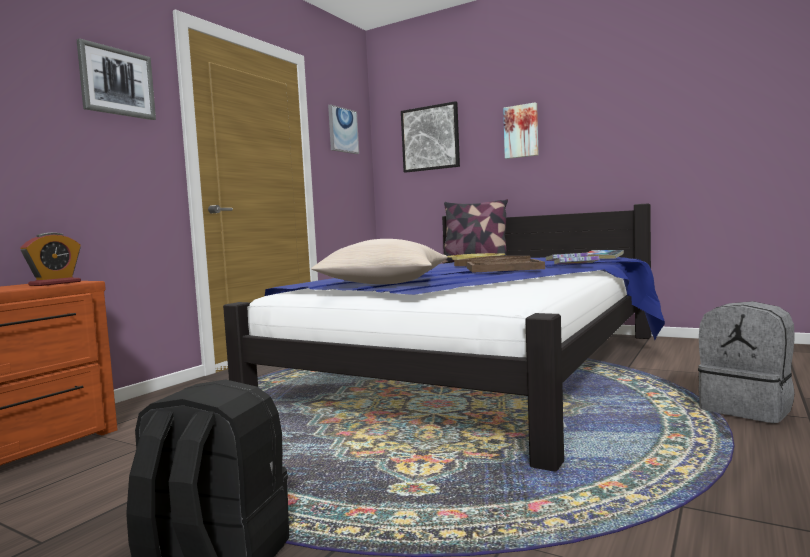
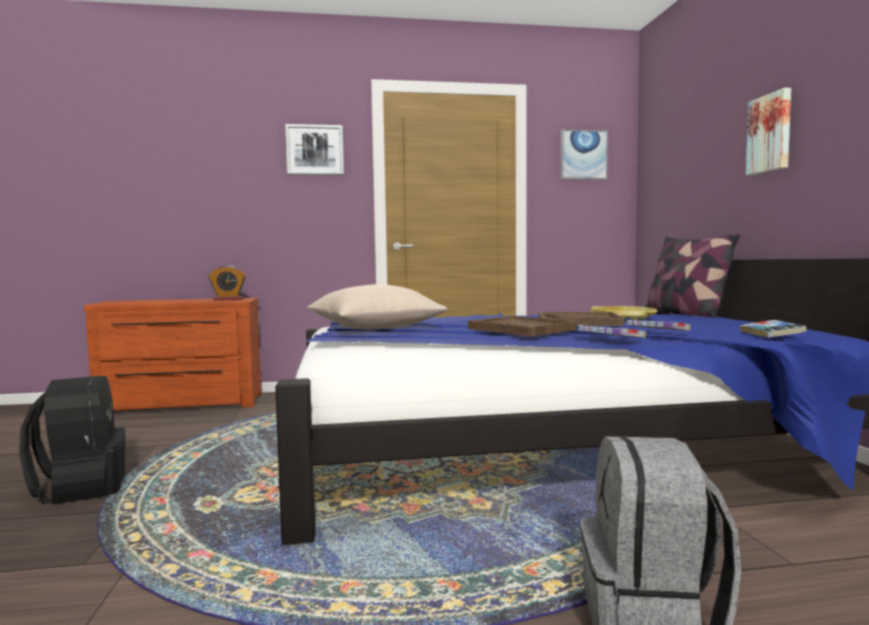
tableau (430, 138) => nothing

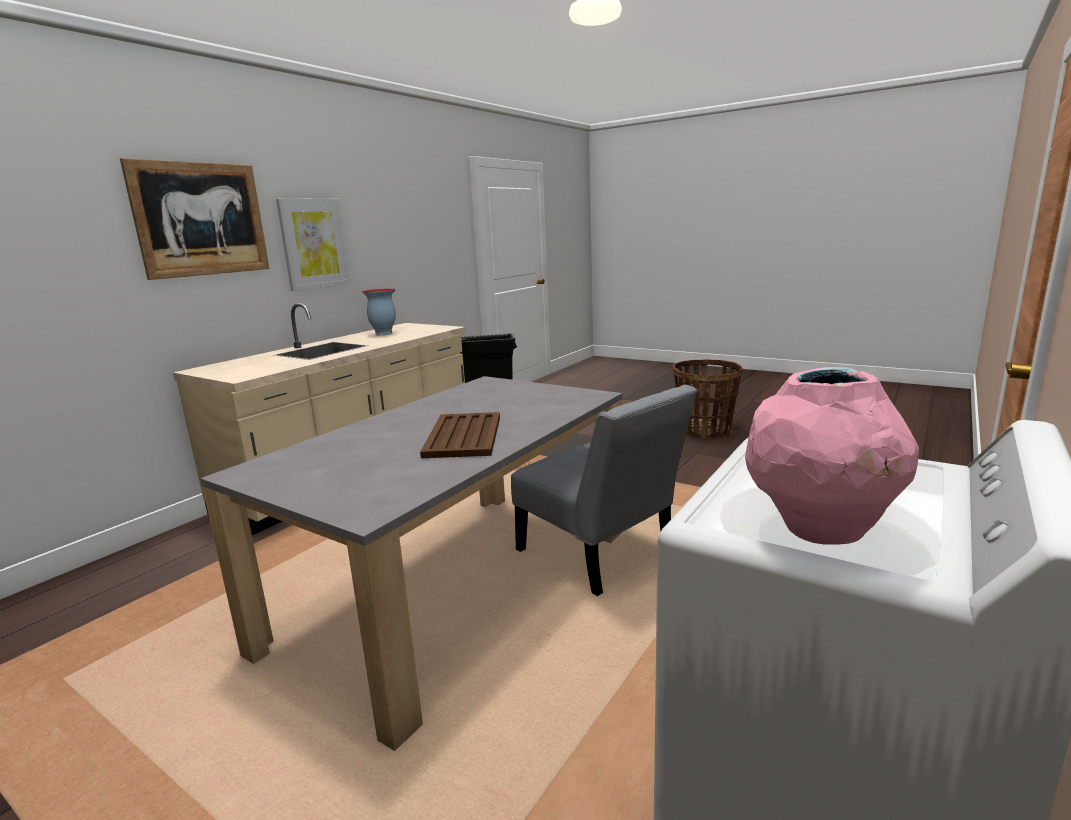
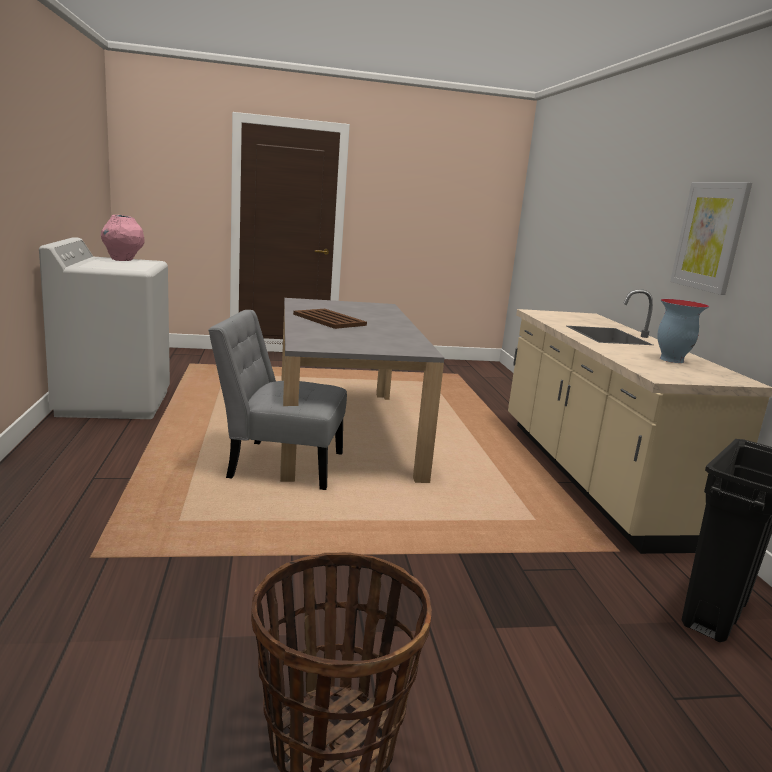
tableau (201, 219) => nothing

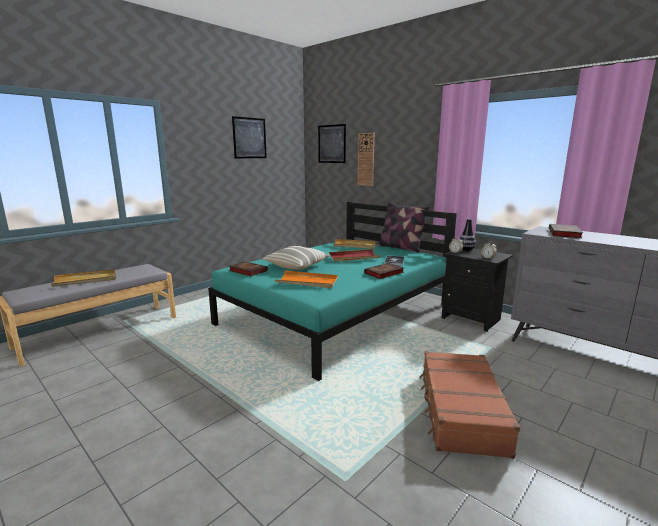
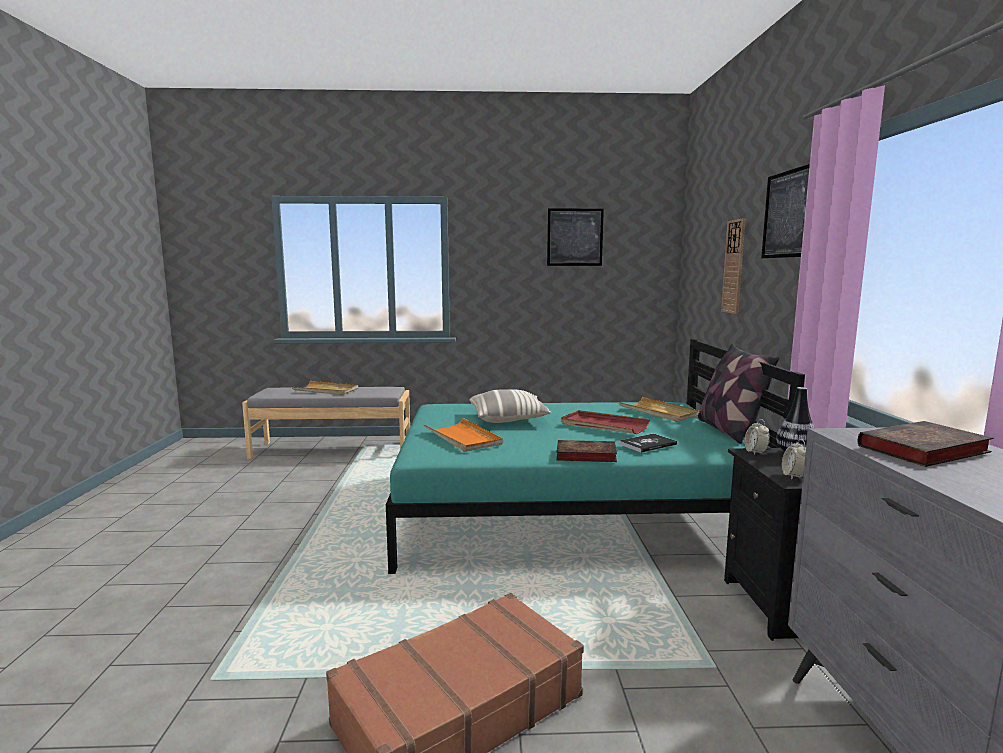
tableau (332, 144) => tableau (787, 214), relocated
livre (247, 271) => nothing

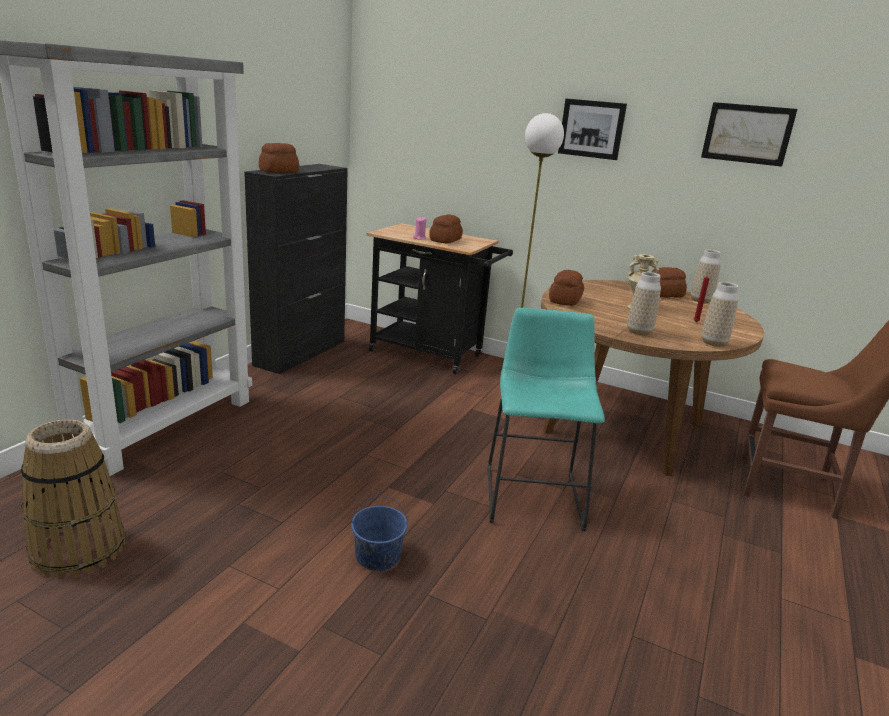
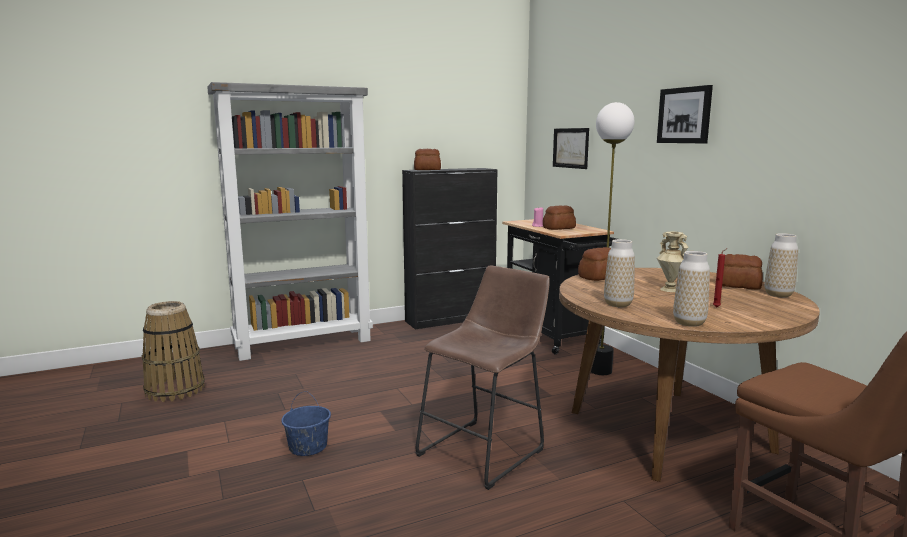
tableau (747, 134) => tableau (570, 148), relocated
tabouret [turquoise] (533, 494) => tabouret [marron] (486, 450)

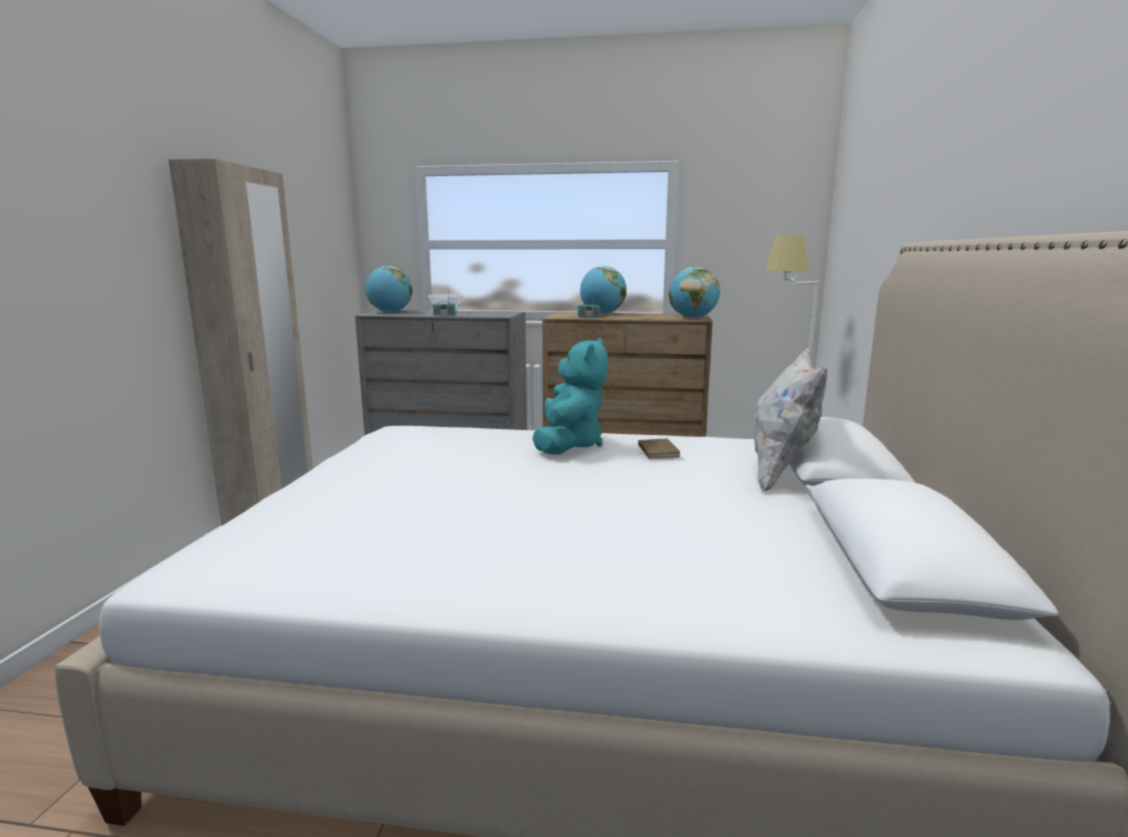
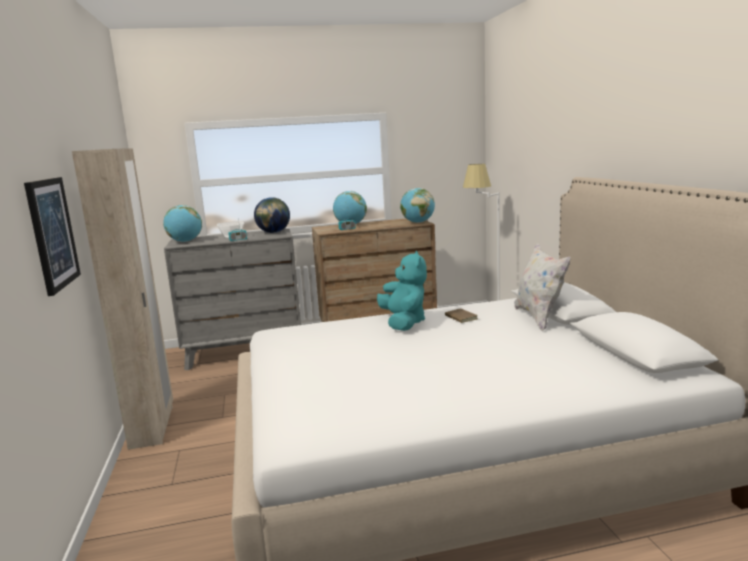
nothing => tableau (52, 233)
nothing => globe (273, 232)

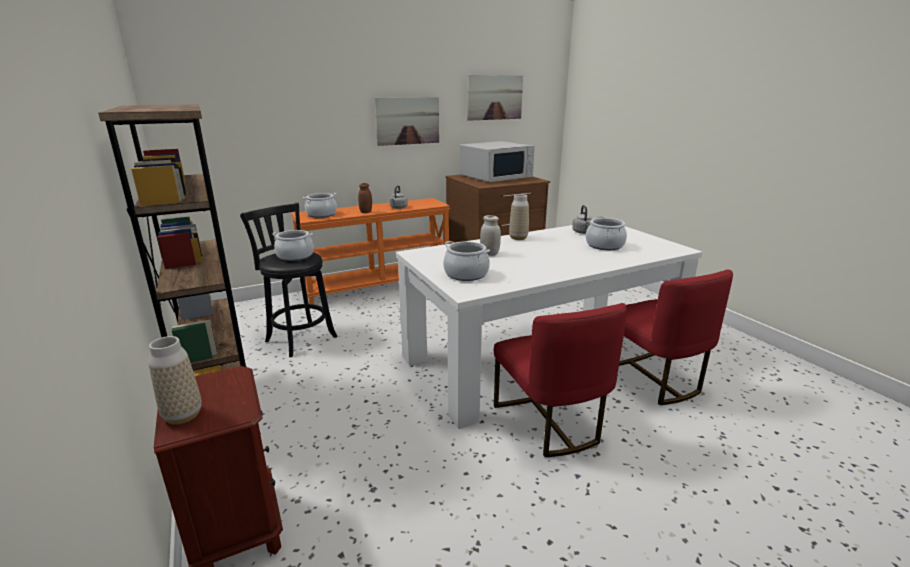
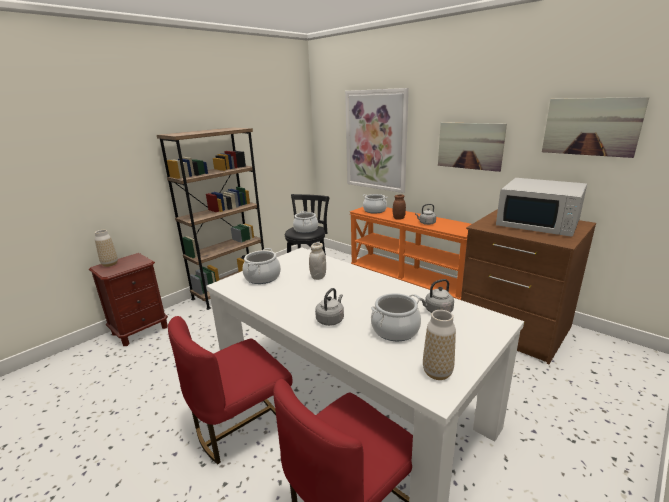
vase (518, 238) => vase (437, 373), relocated
nothing => tableau (376, 140)
nothing => bouilloire [gris] (331, 319)

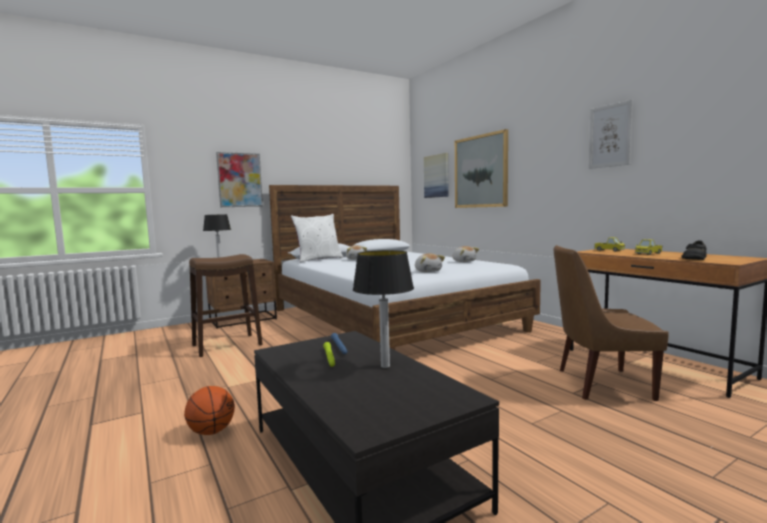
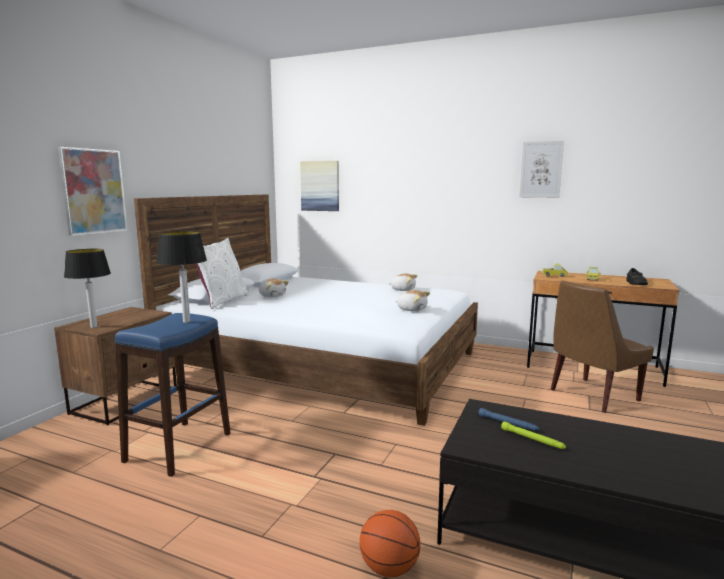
tableau (480, 171) => nothing
lampe de table (386, 366) => lampe de table (187, 321), relocated
tabouret [marron] (227, 345) => tabouret [bleu] (179, 447)

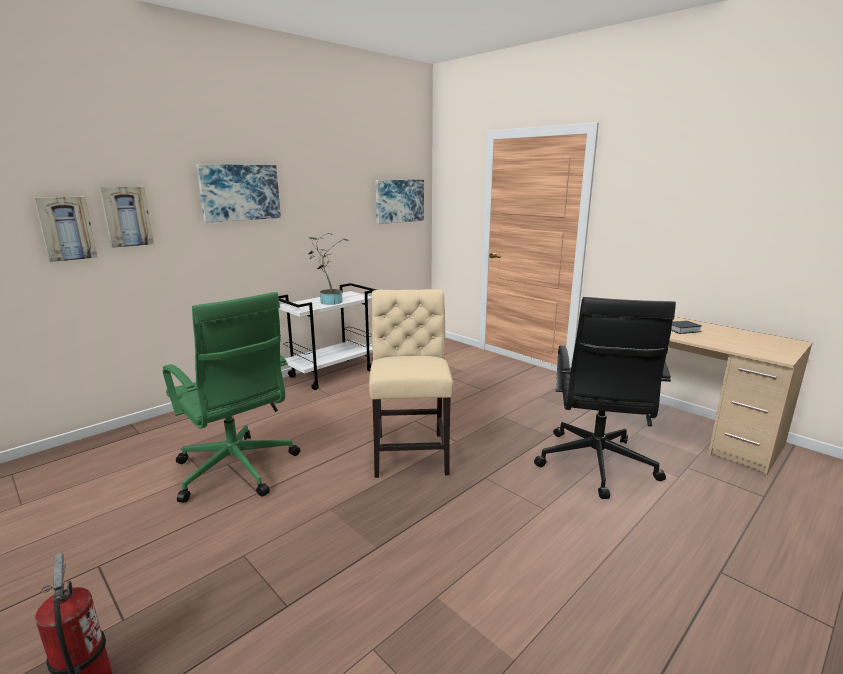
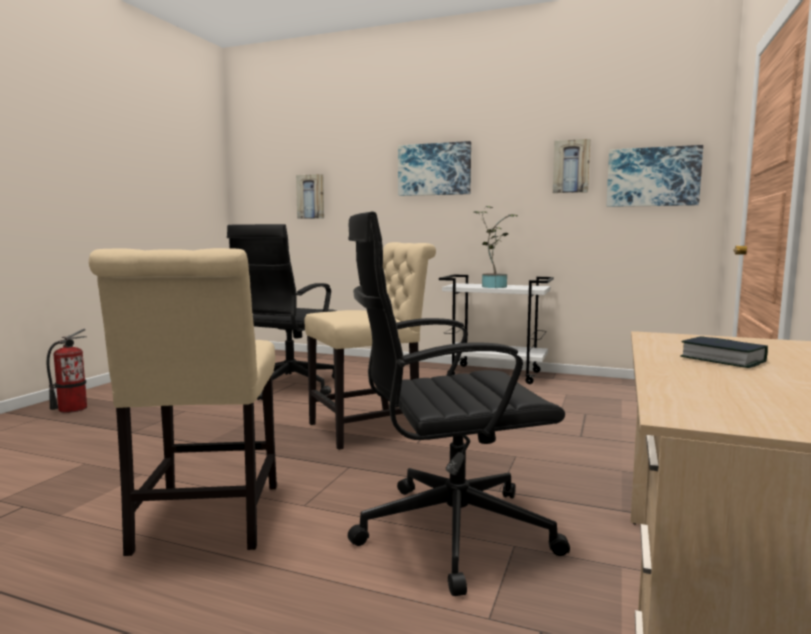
tableau (126, 216) => tableau (571, 166), relocated
chaise de bureau [vert] (237, 470) => chaise de bureau [noir] (287, 387)
nothing => chaise [beige] (205, 523)

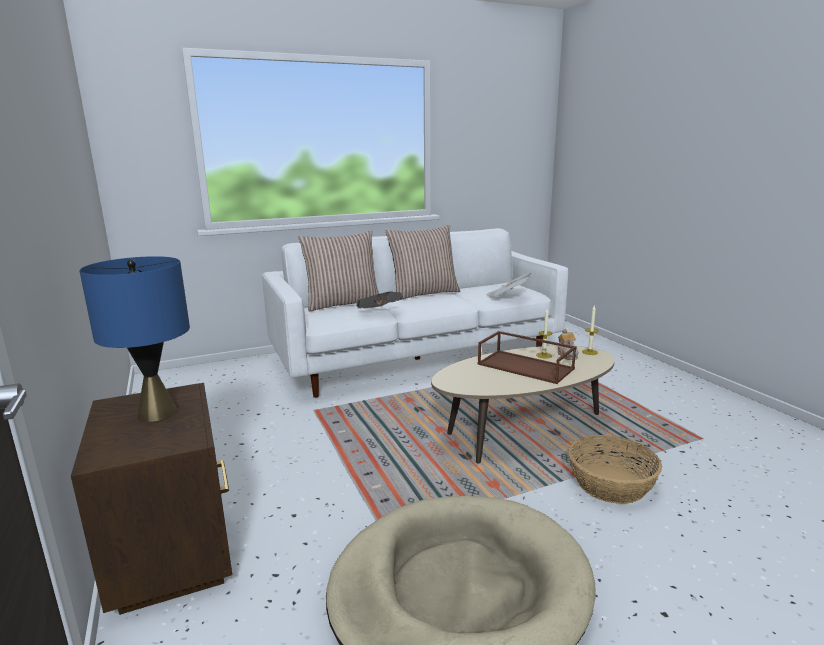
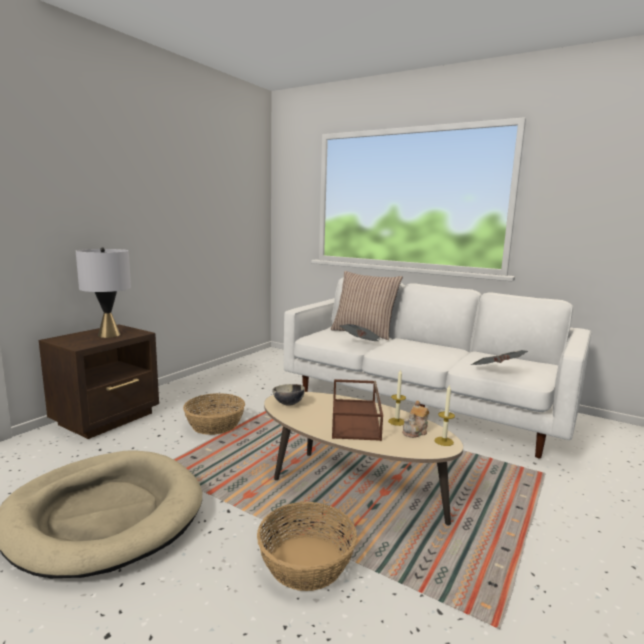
coussin (424, 293) => nothing
lampe de table [bleu] (157, 413) => lampe de table [gris] (109, 335)
nothing => bol (288, 404)
nothing => panier (214, 424)

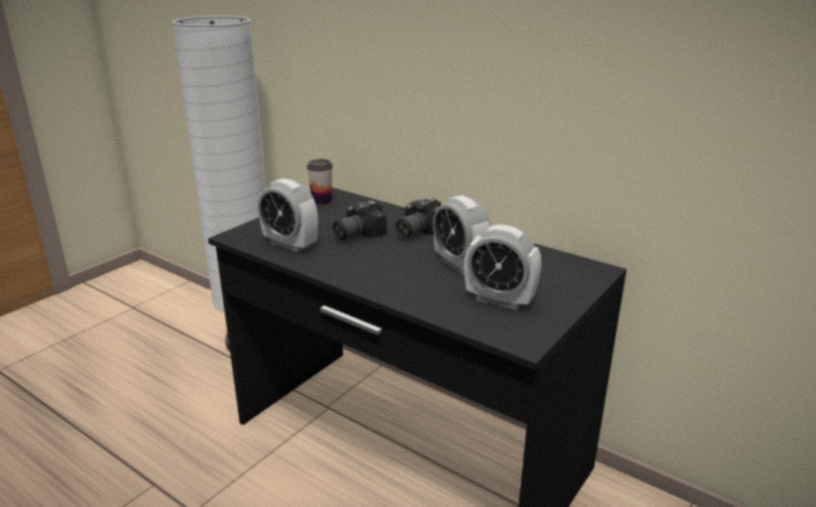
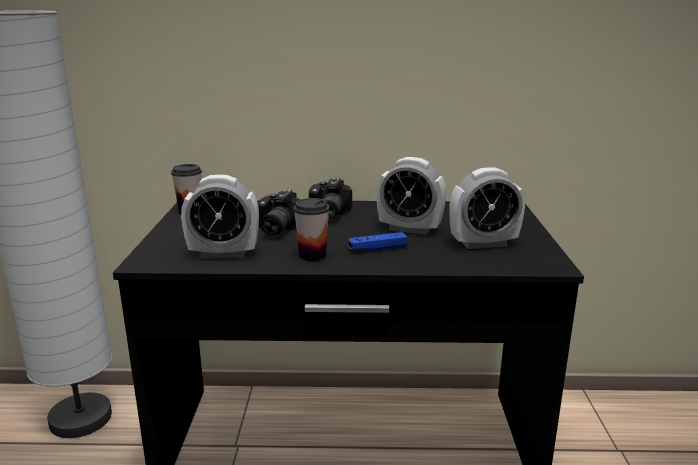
nothing => tasse (312, 256)
nothing => manette [bleu] (377, 248)

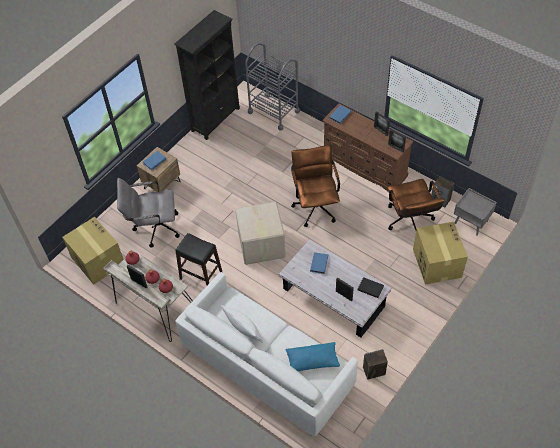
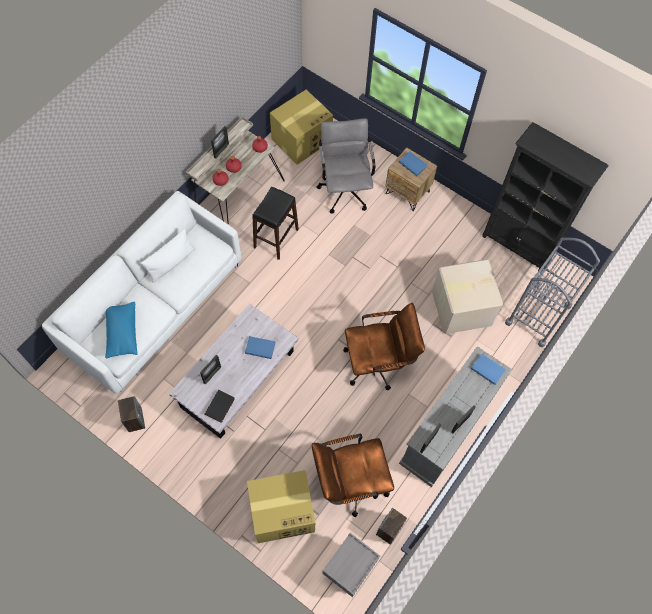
commode [marron] (365, 166) => commode [gris] (447, 429)
carton (261, 245) => carton (460, 307), relocated

